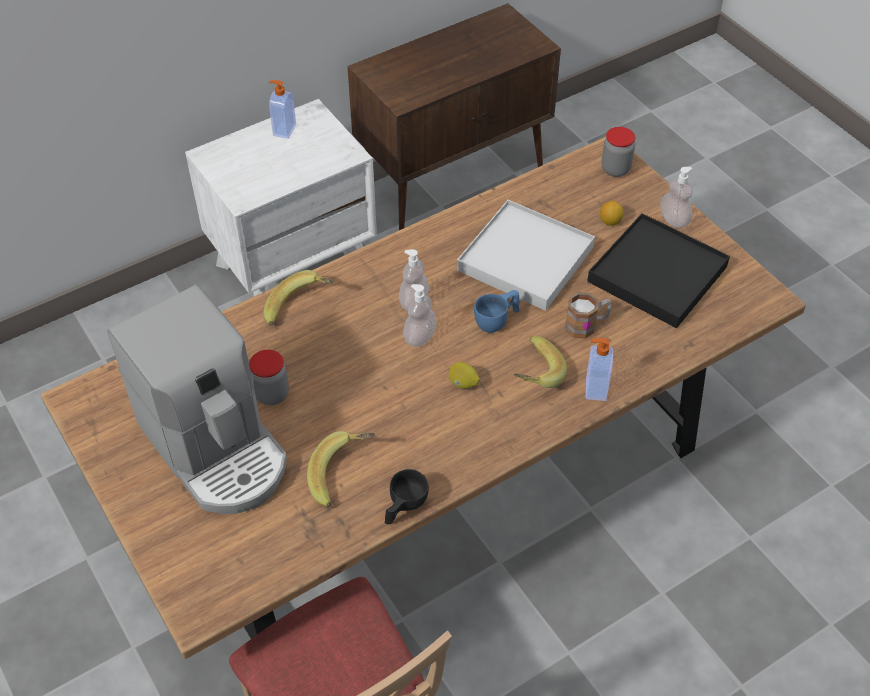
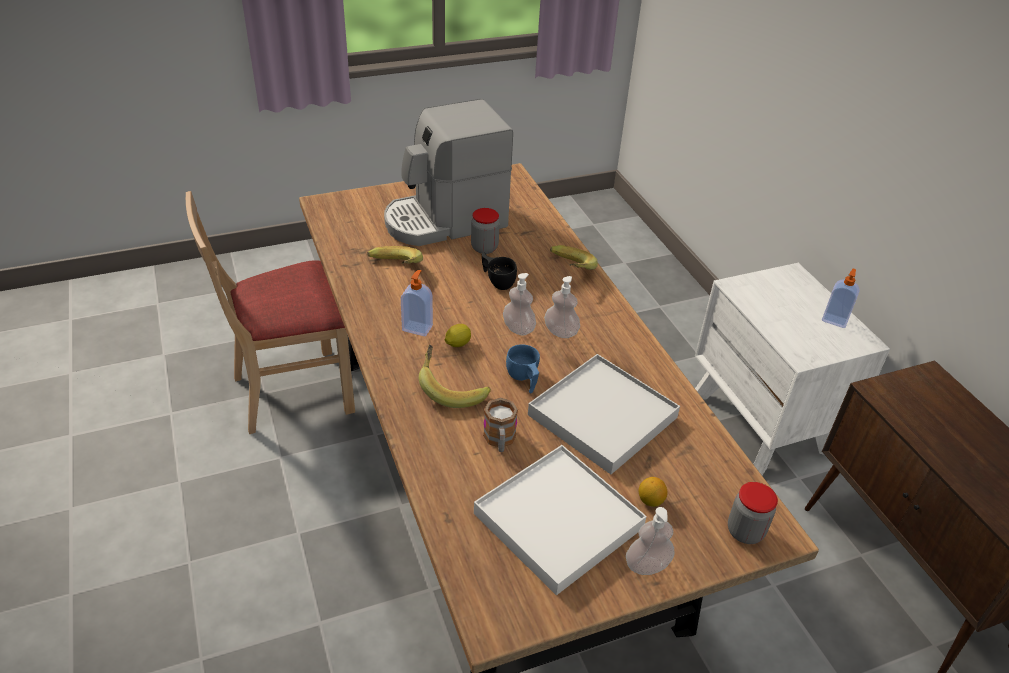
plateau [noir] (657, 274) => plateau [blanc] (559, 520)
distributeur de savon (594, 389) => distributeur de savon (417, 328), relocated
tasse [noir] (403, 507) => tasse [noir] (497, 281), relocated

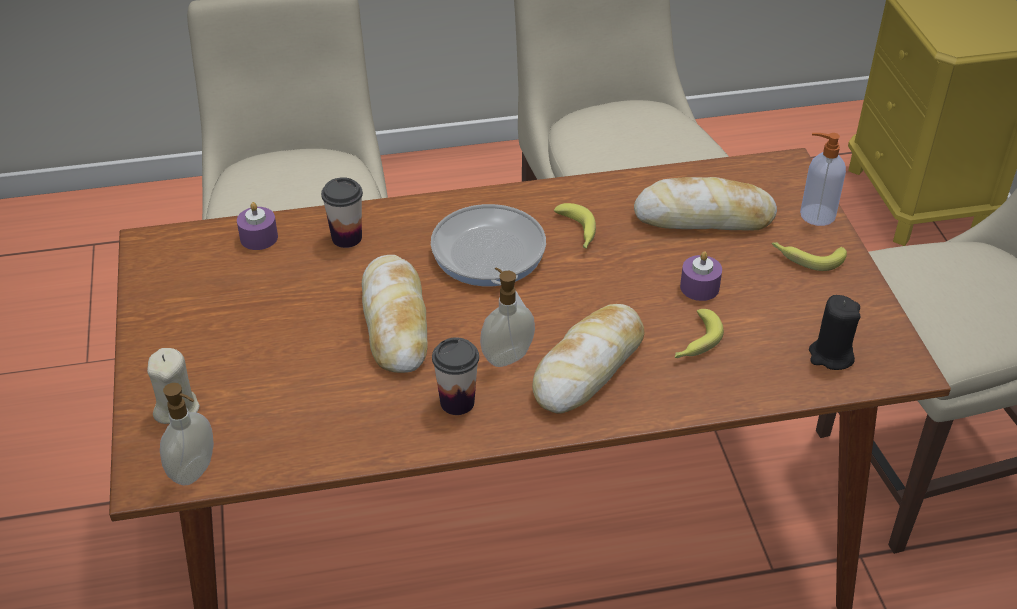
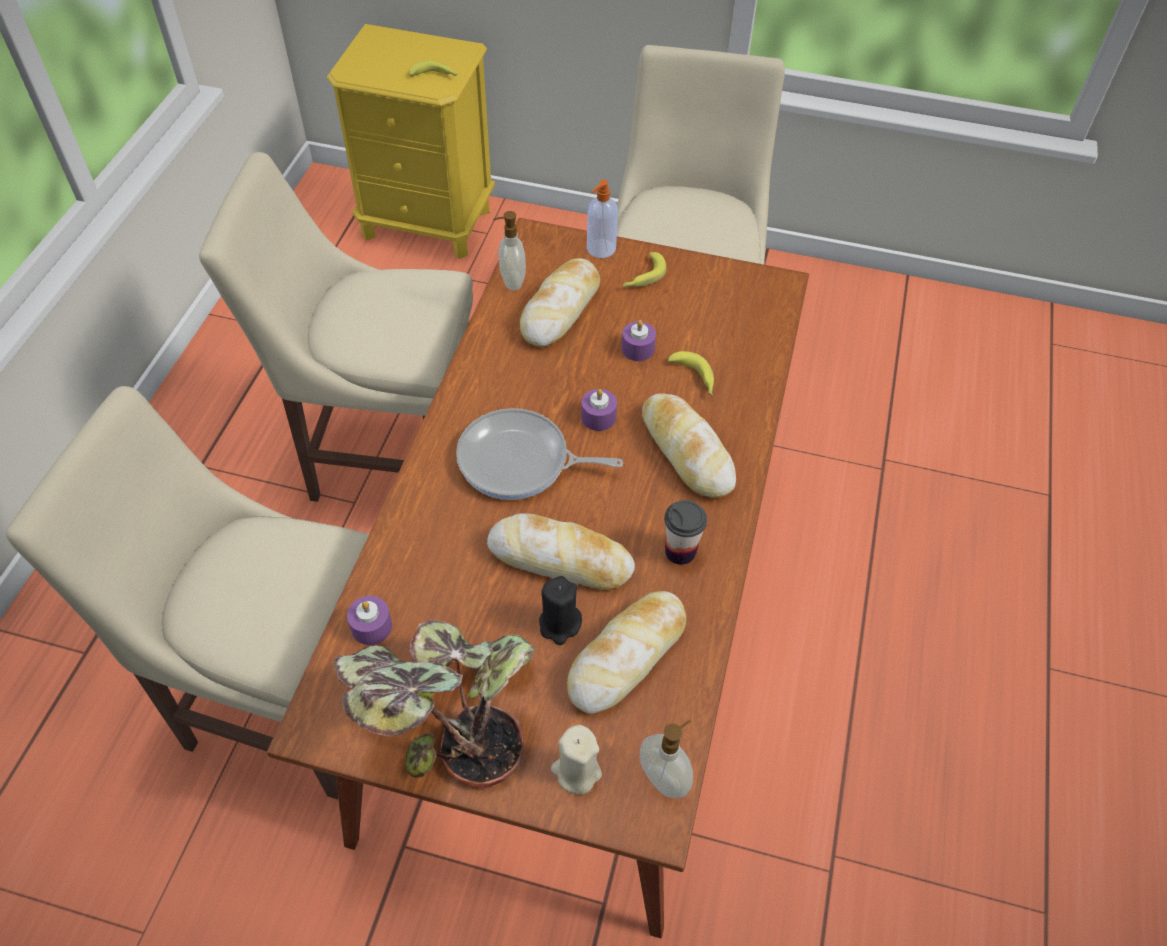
tasse (346, 238) => nothing
banane (577, 232) => banane (435, 76), relocated
distributeur de savon (506, 356) => distributeur de savon (511, 281), relocated
bougie [noir] (831, 355) => bougie [noir] (559, 624), relocated
nothing => bougie [violet] (598, 417)
nothing => pain (627, 656)
nothing => plante en pot (444, 714)

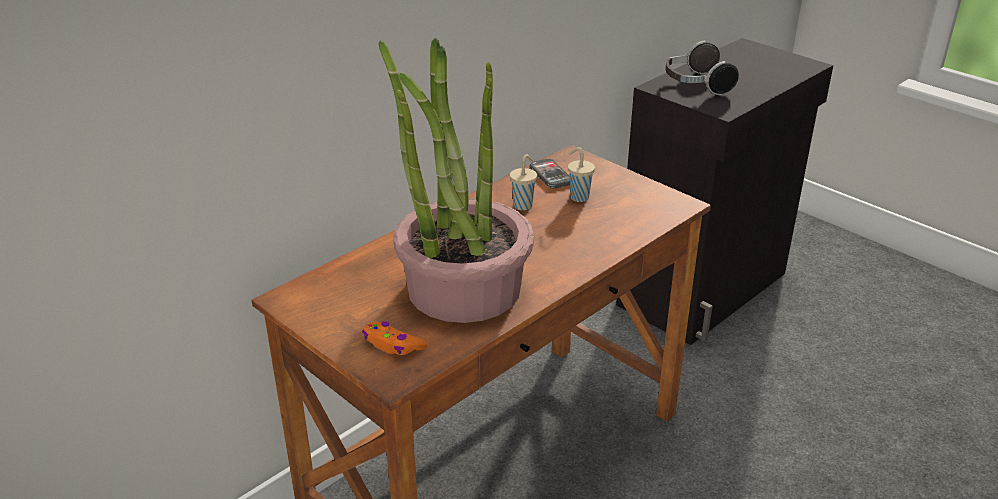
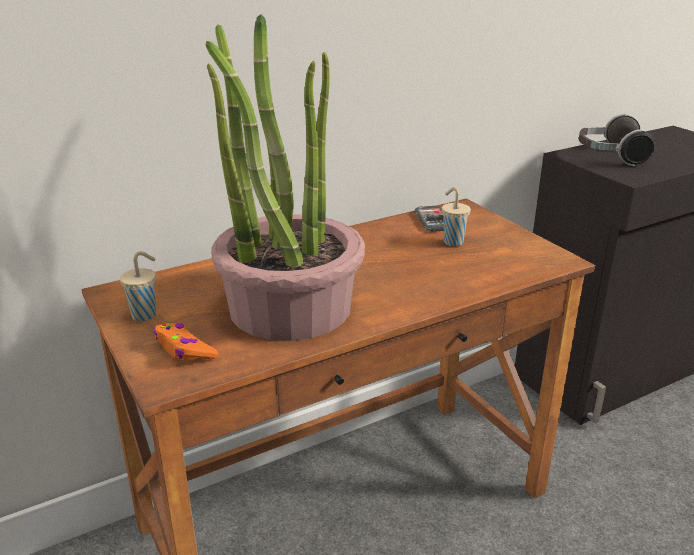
tasse [beige] (523, 205) => tasse [beige] (145, 315), relocated

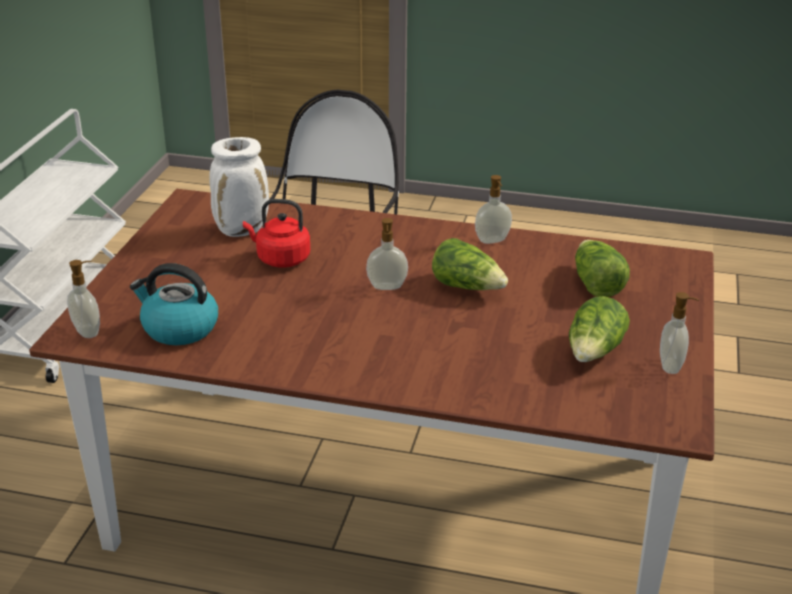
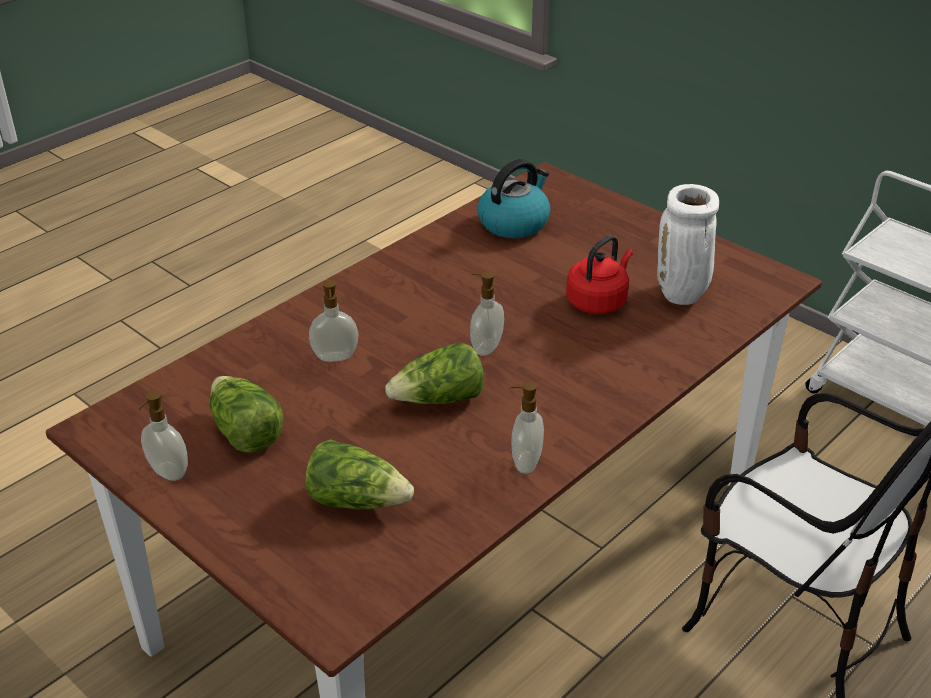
distributeur de savon (88, 331) => distributeur de savon (335, 358), relocated

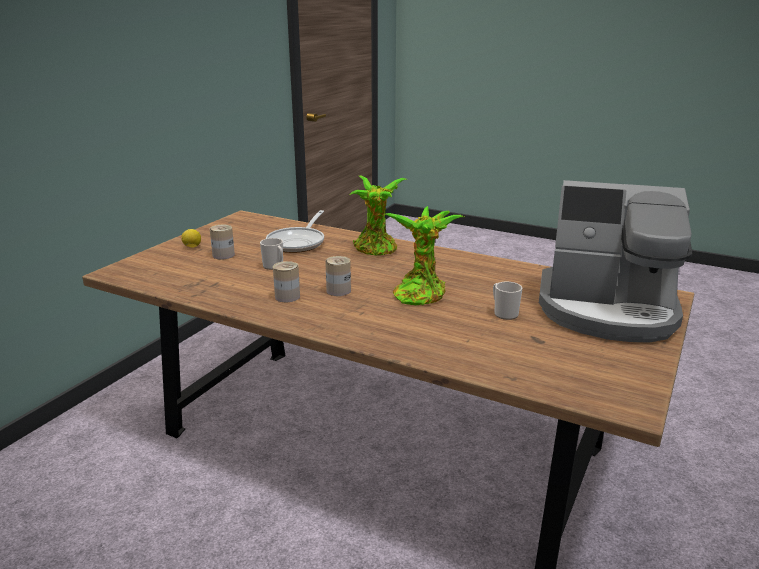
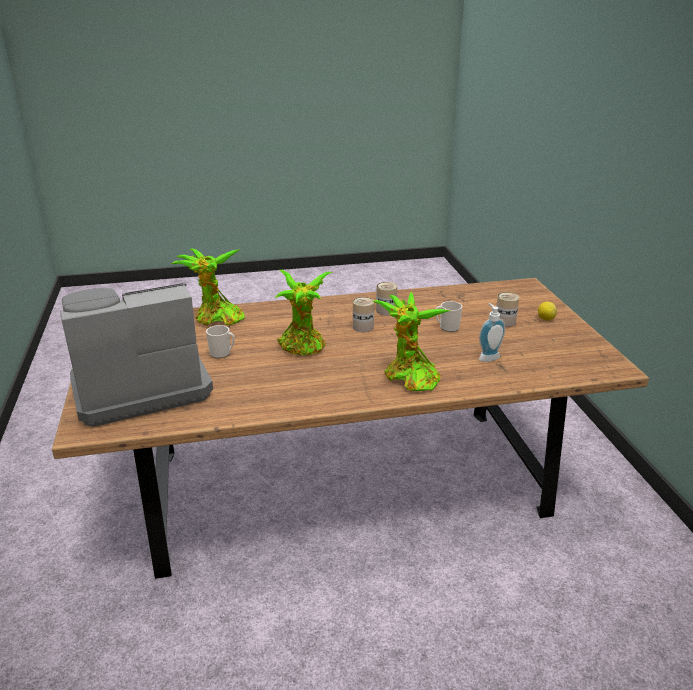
poêle (298, 243) => distributeur de savon (487, 357)
nothing => plante en pot (216, 319)

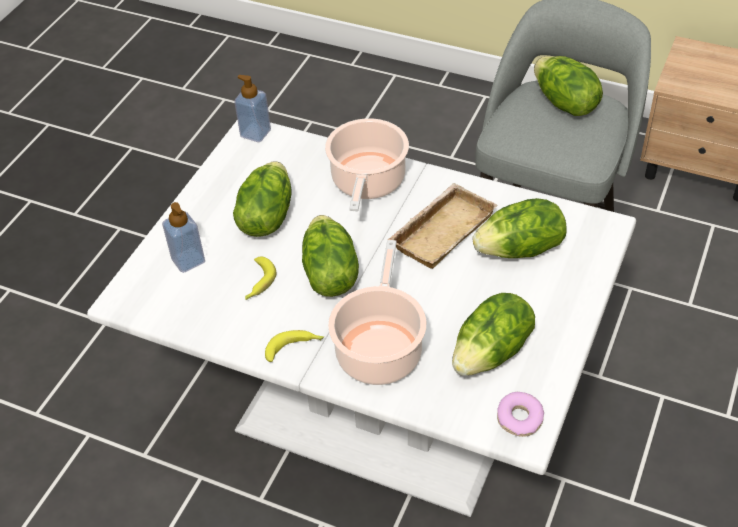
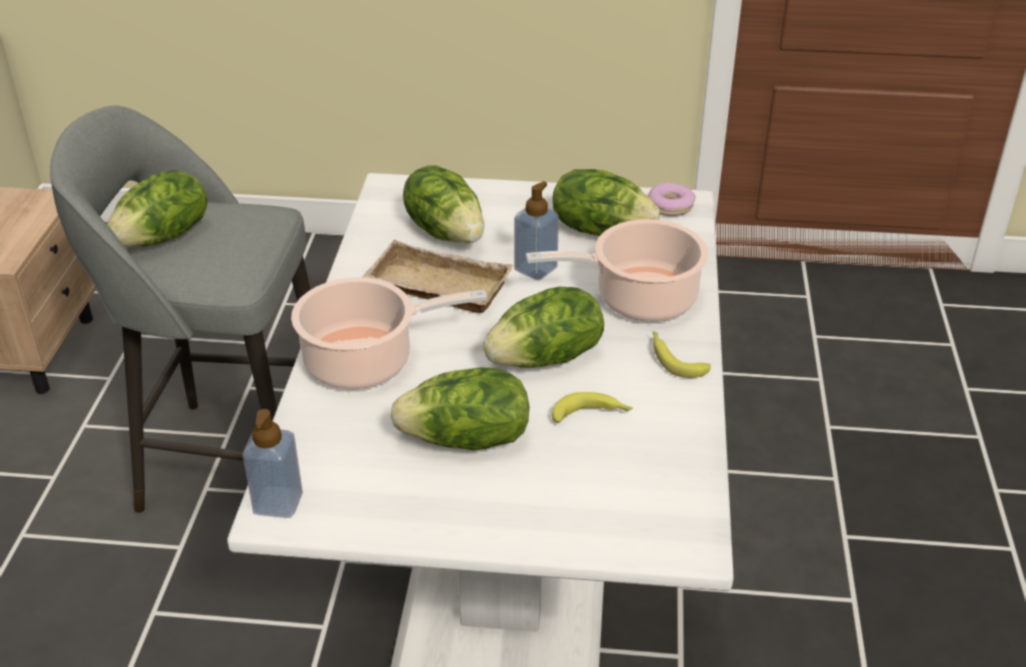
distributeur de savon (188, 260) => distributeur de savon (535, 269), relocated

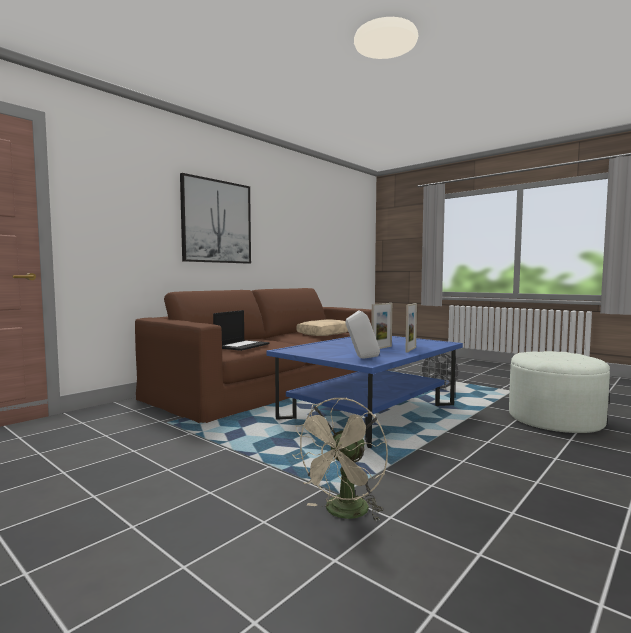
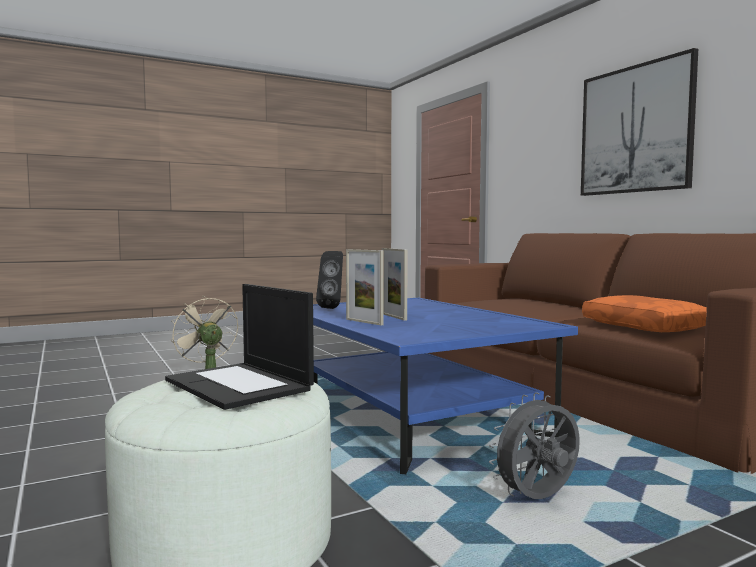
ordinateur portable (242, 345) => ordinateur portable (240, 385), relocated
enceinte [blanc] (362, 358) => enceinte [noir] (333, 308)
coussin [beige] (324, 334) => coussin [orange] (645, 326)

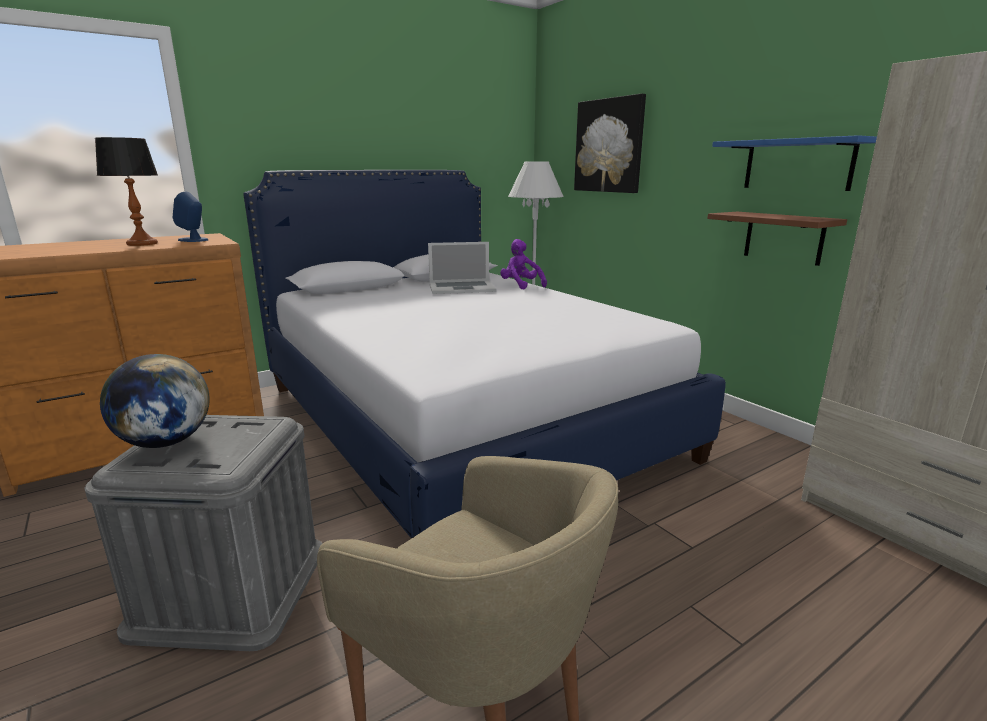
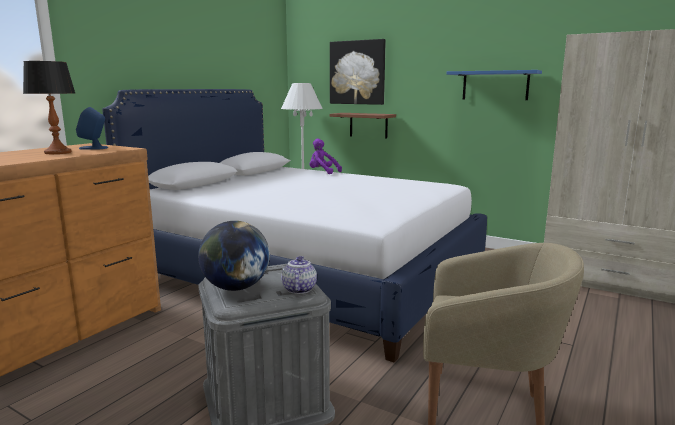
étagère [marron] (783, 237) => étagère [marron] (368, 125), relocated
ordinateur portable (461, 288) => nothing
nothing => théière (299, 289)

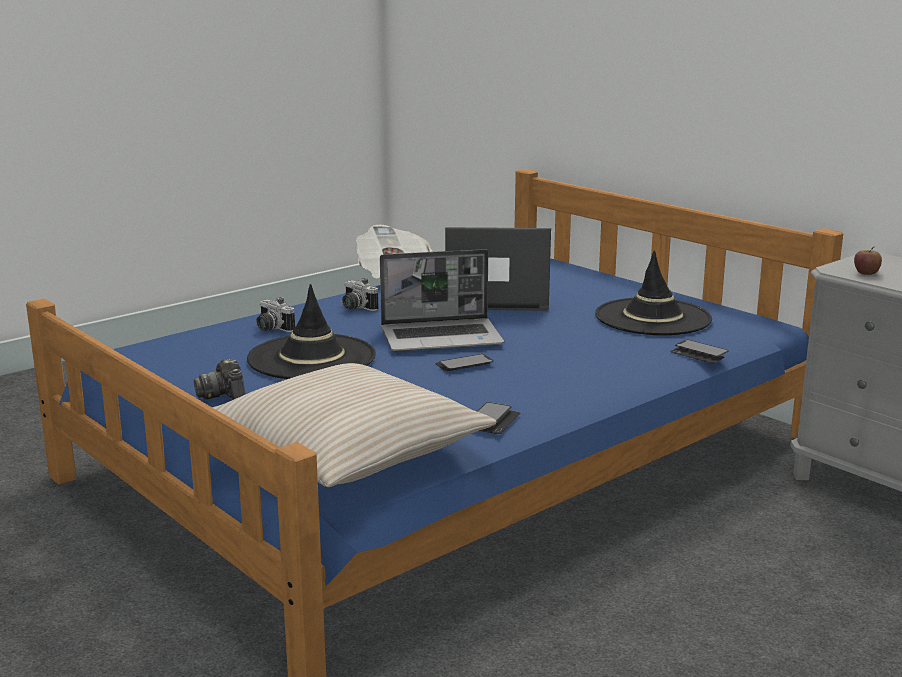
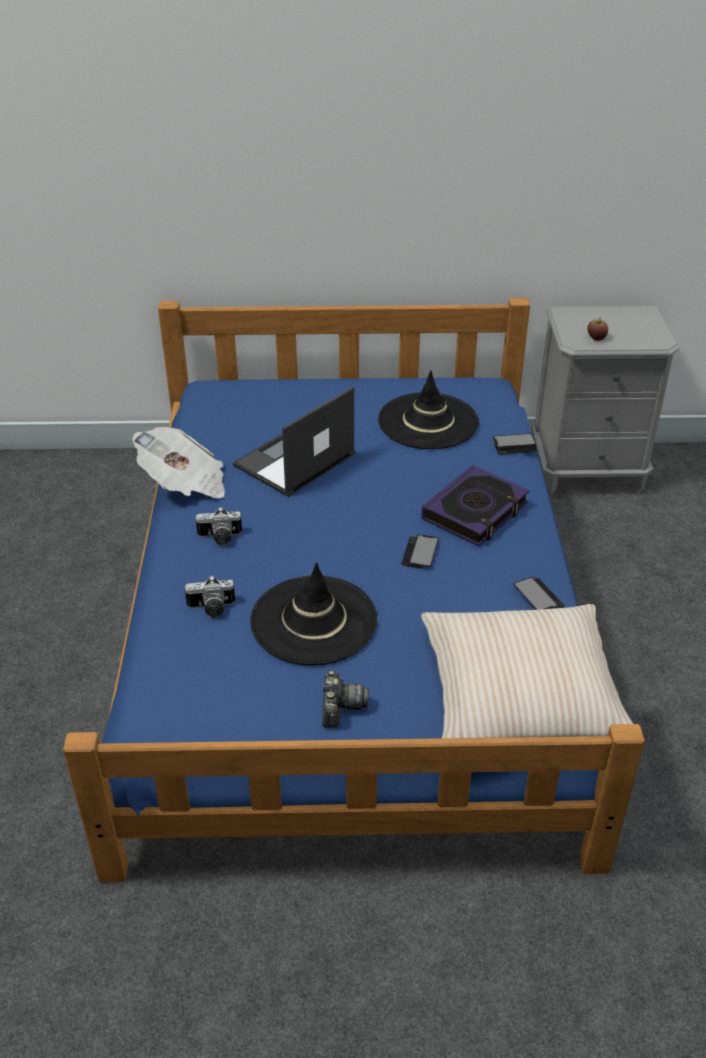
ordinateur portable (442, 337) => nothing
appareil photo (223, 394) => appareil photo (340, 707), 105 degrees counterclockwise
nothing => livre (475, 511)

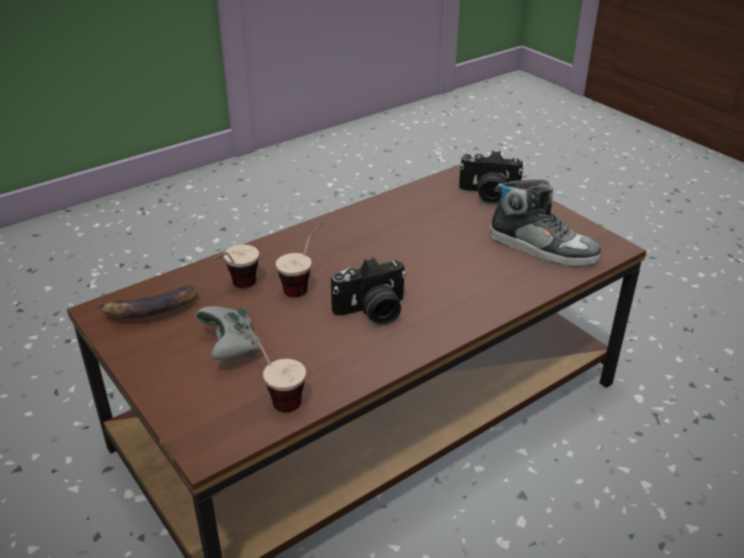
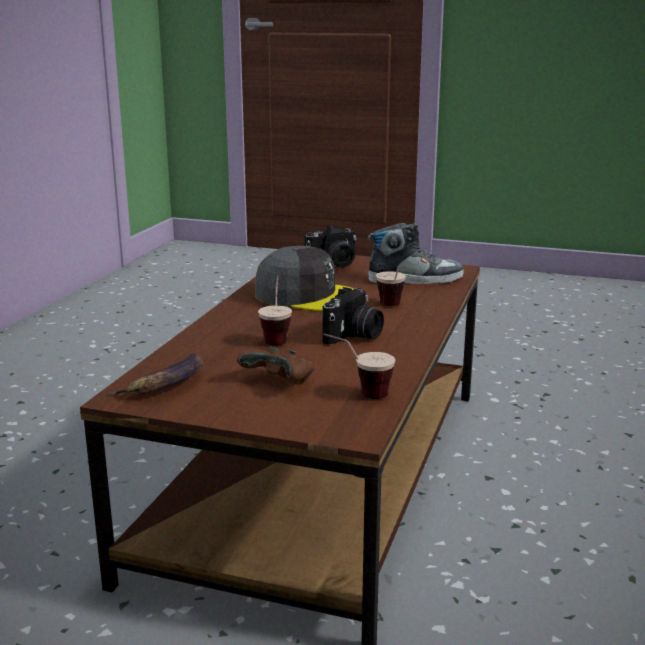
tasse (237, 290) => tasse (393, 307), relocated
manette [gris] (231, 348) => manette [marron] (279, 382)
nothing => casquette [gris] (307, 295)

